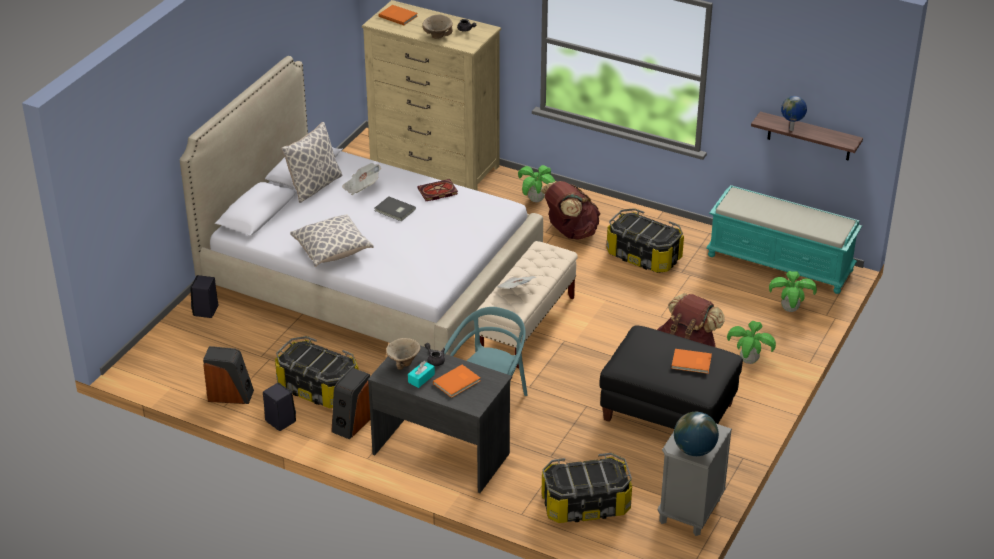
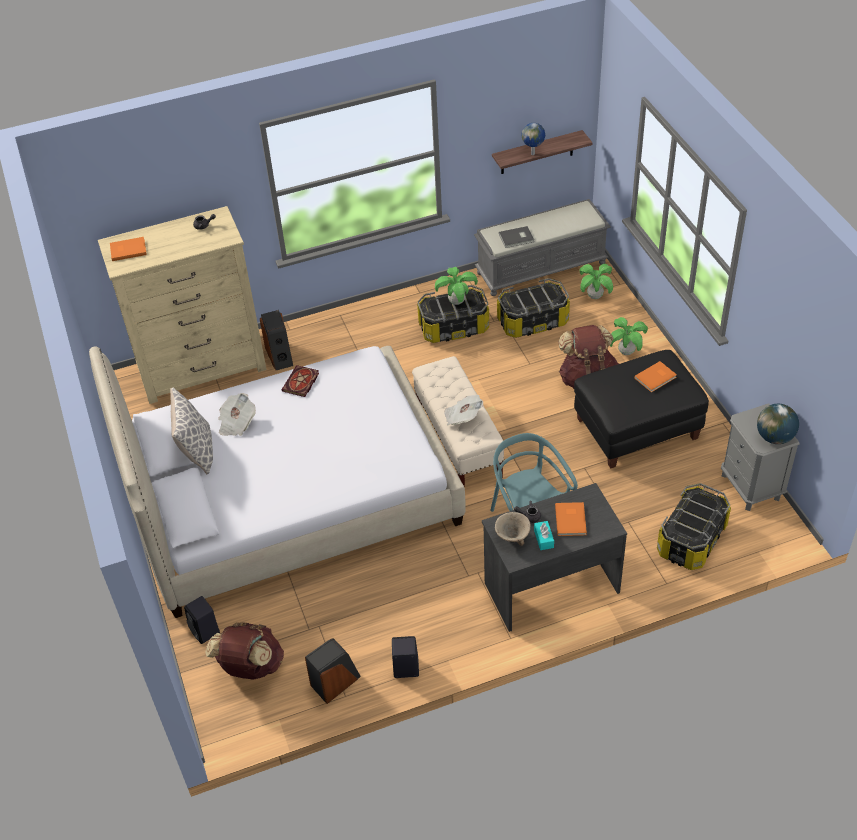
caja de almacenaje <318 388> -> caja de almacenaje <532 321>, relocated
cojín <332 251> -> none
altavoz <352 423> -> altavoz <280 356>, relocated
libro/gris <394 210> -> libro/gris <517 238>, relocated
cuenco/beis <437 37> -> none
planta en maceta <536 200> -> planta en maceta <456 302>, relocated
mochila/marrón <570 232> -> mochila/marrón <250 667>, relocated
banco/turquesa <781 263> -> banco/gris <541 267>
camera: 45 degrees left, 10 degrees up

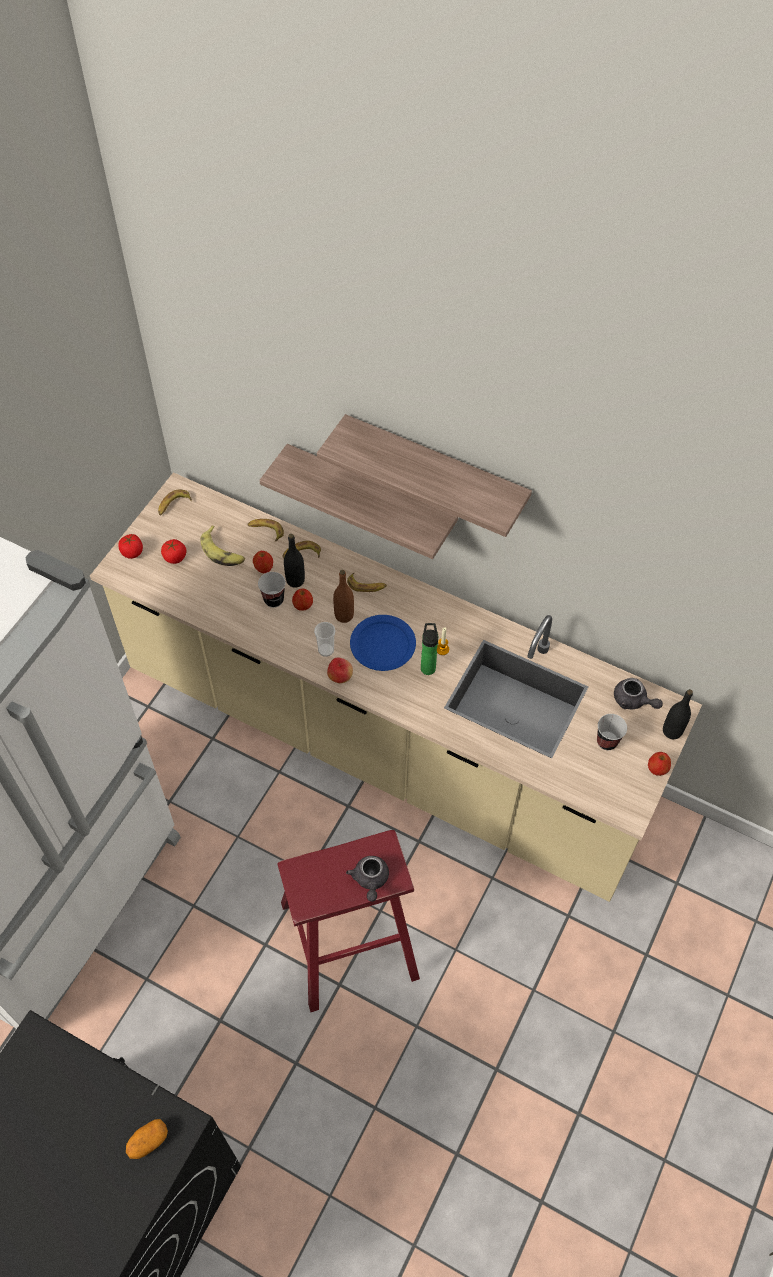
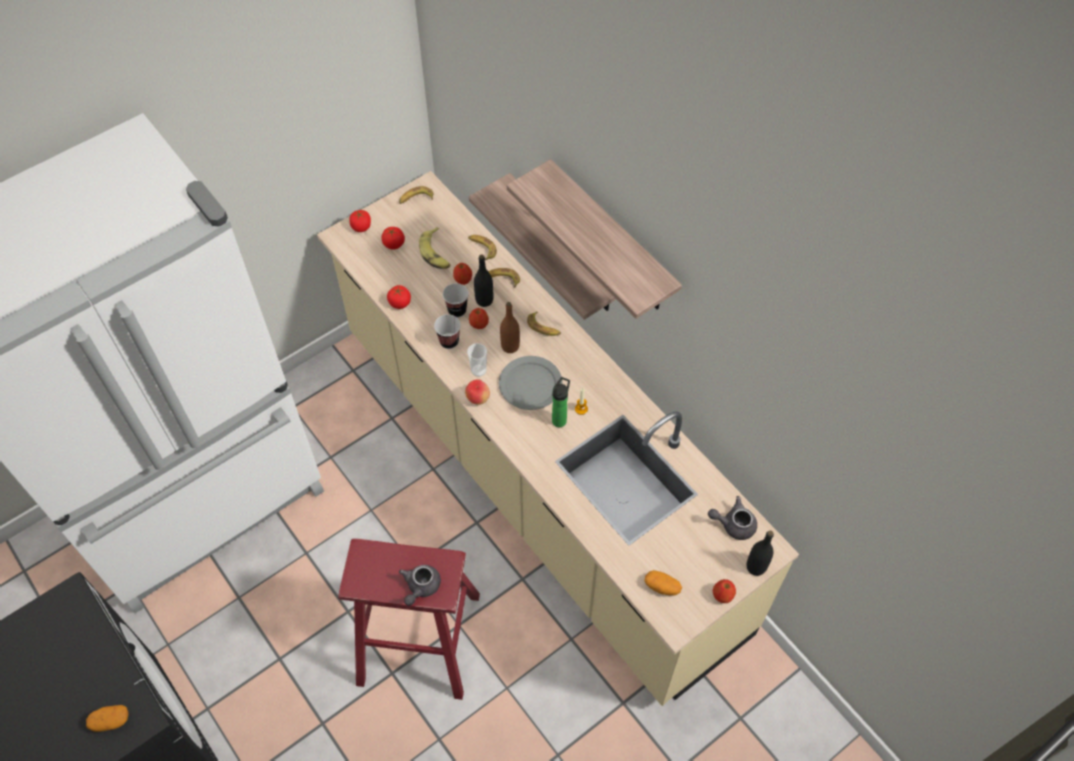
plato/azul <383 644> -> plato/gris <531 384>
taza <607 741> -> taza <449 341>, relocated
tetera/gris <633 701> -> tetera/gris <733 524>, 120 degrees clockwise
none -> tomate <400 302>
none -> patata <662 587>
camera: 25 degrees right, 0 degrees up

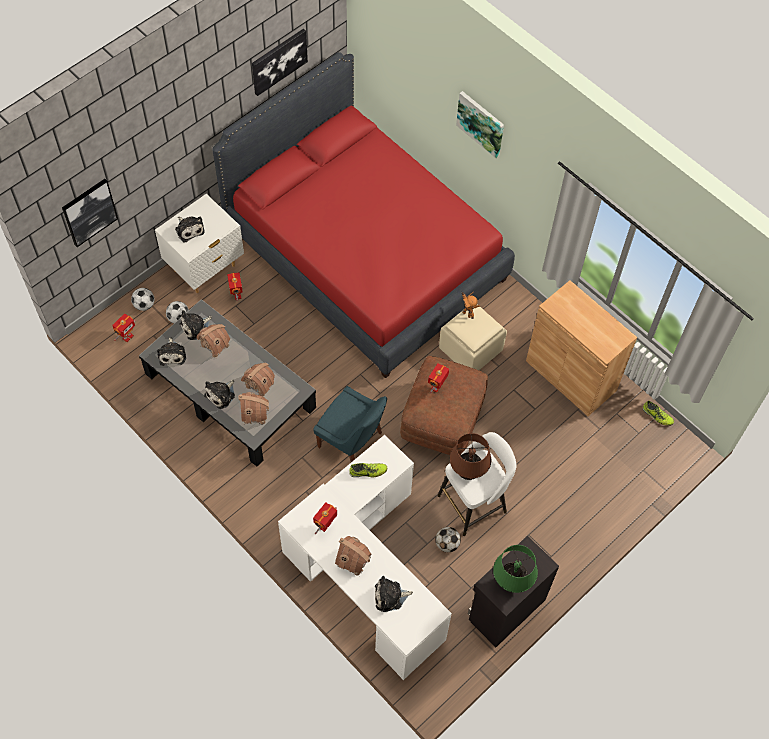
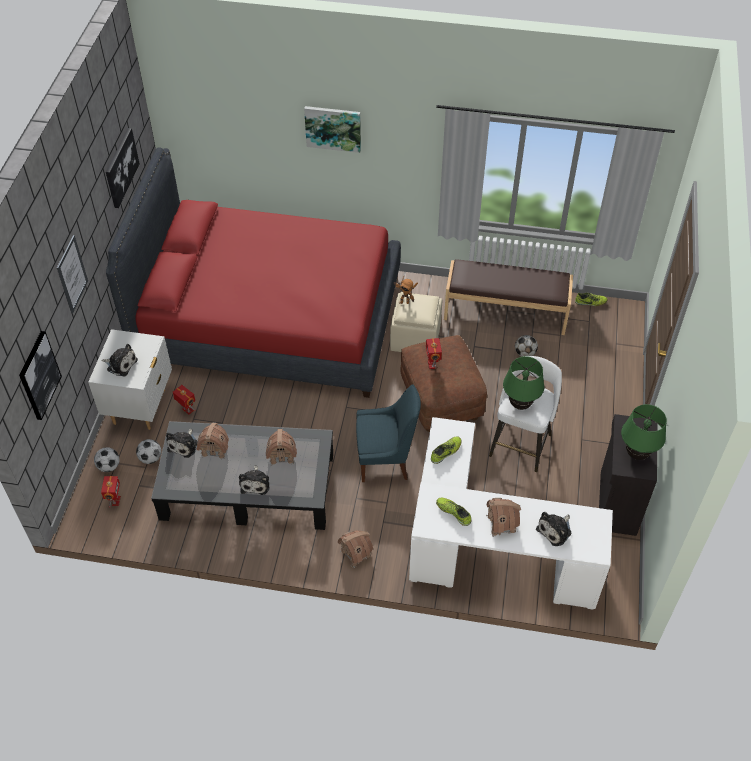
peluche <172 354> -> none
casita <255 414> -> casita <356 553>, relocated
robot de juguete <325 526> -> zapato <453 513>
balón de fútbol <447 544> -> balón de fútbol <525 353>, relocated
lámpara de mesa/marrón <467 472> -> lámpara de mesa/verde <520 405>
armario/marrón <571 375> -> banco/marrón <505 312>
none -> cuadro <72 274>
camera: 35 degrees left, 10 degrees down

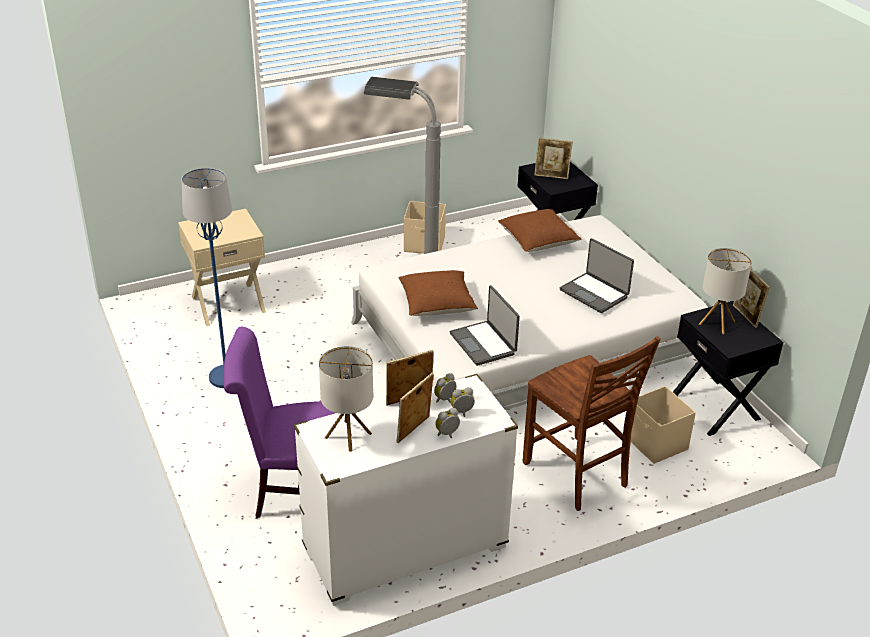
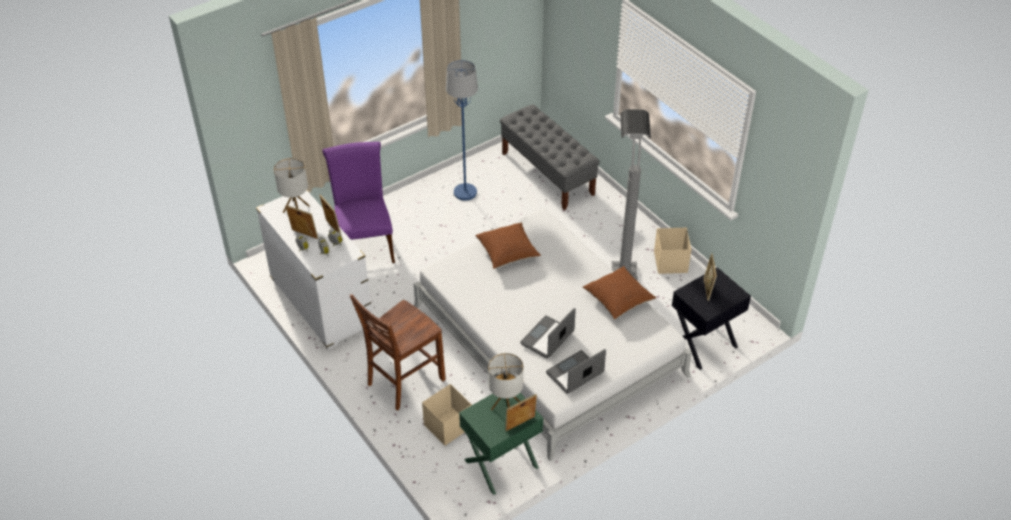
mesita de noche/beis <228 303> -> banco/gris <548 174>
portátil <484 344> -> portátil <575 374>, relocated
mesita de noche/negro <715 407> -> mesita de noche/verde <501 464>
camera: 80 degrees right, 10 degrees up

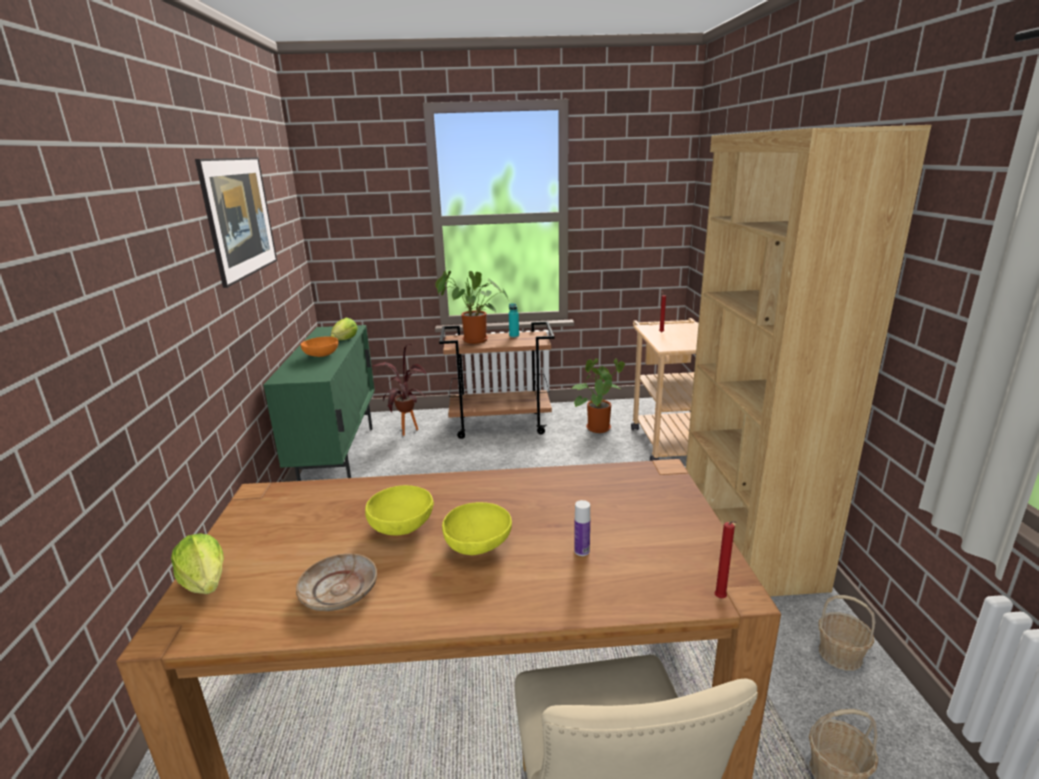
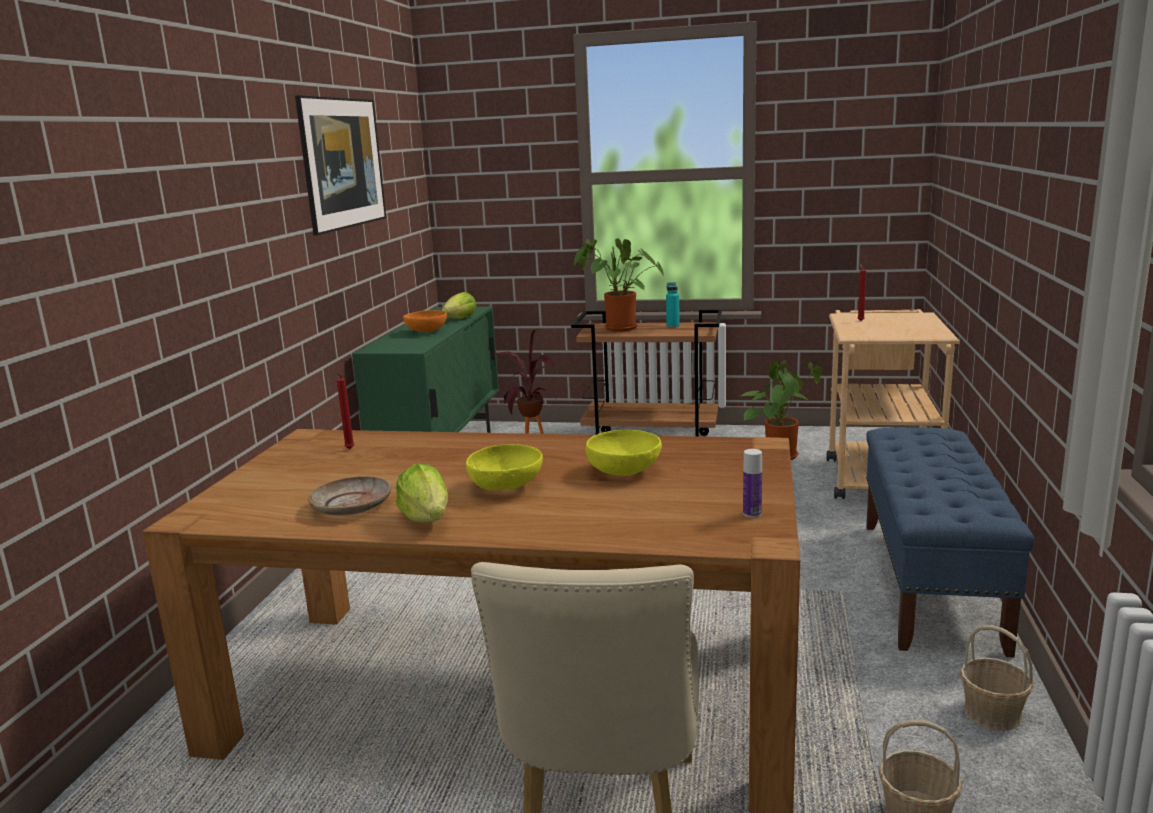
lechuga <205 583> -> lechuga <427 519>, relocated
cuenco/amarillo <402 525> -> cuenco/amarillo <625 471>, relocated
botella <582 551> -> botella <752 514>, relocated
estantería/marrón <746 535> -> banco/azul <930 583>
vela/rojo <721 599> -> vela/rojo <349 449>, relocated
camera: 15 degrees right, 5 degrees down

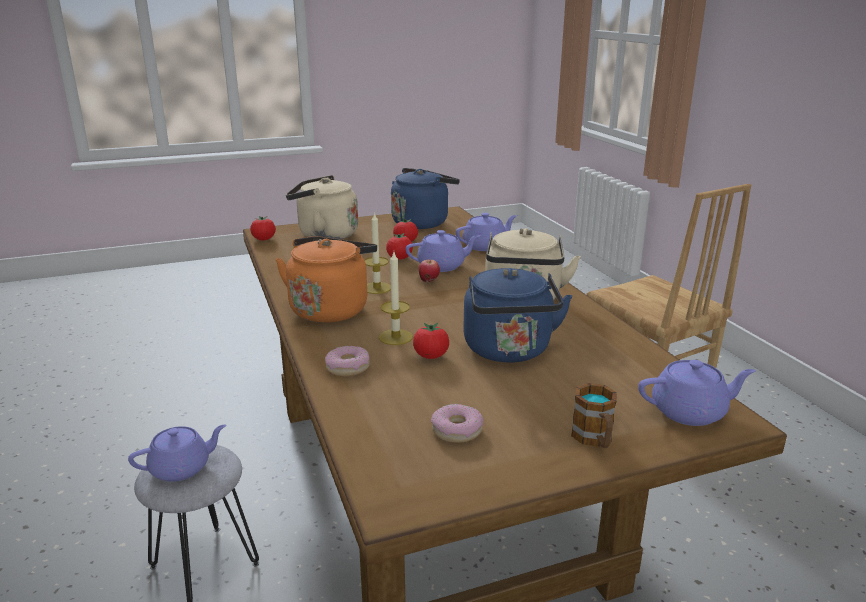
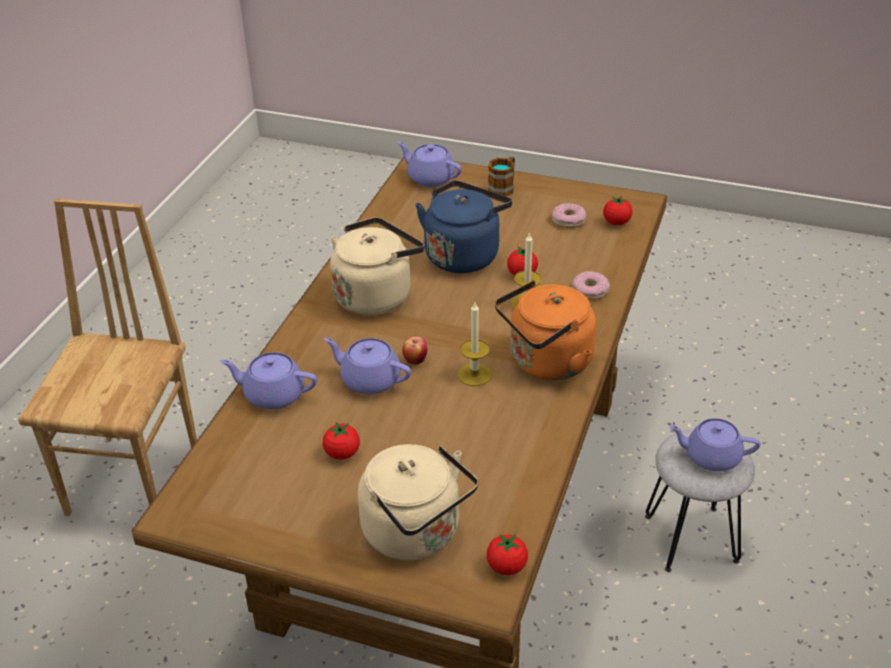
tomate <399 258> -> tomate <616 222>, relocated
hervidor/azul <422 222> -> none
camera: 140 degrees left, 15 degrees up

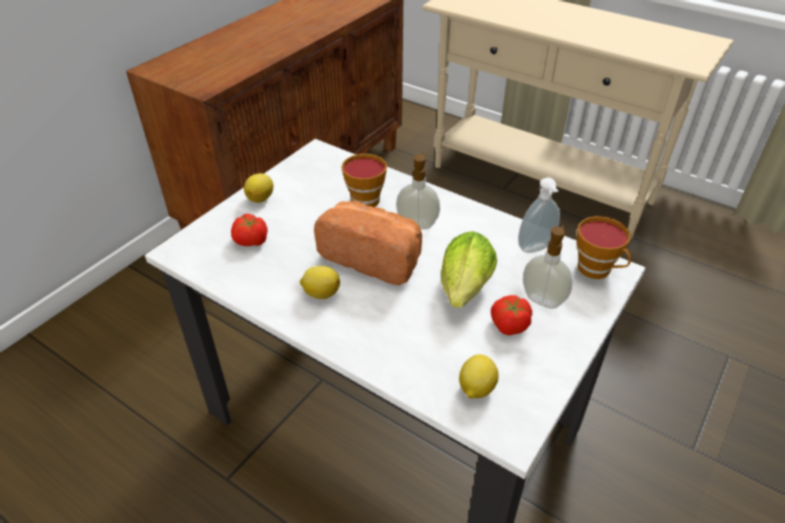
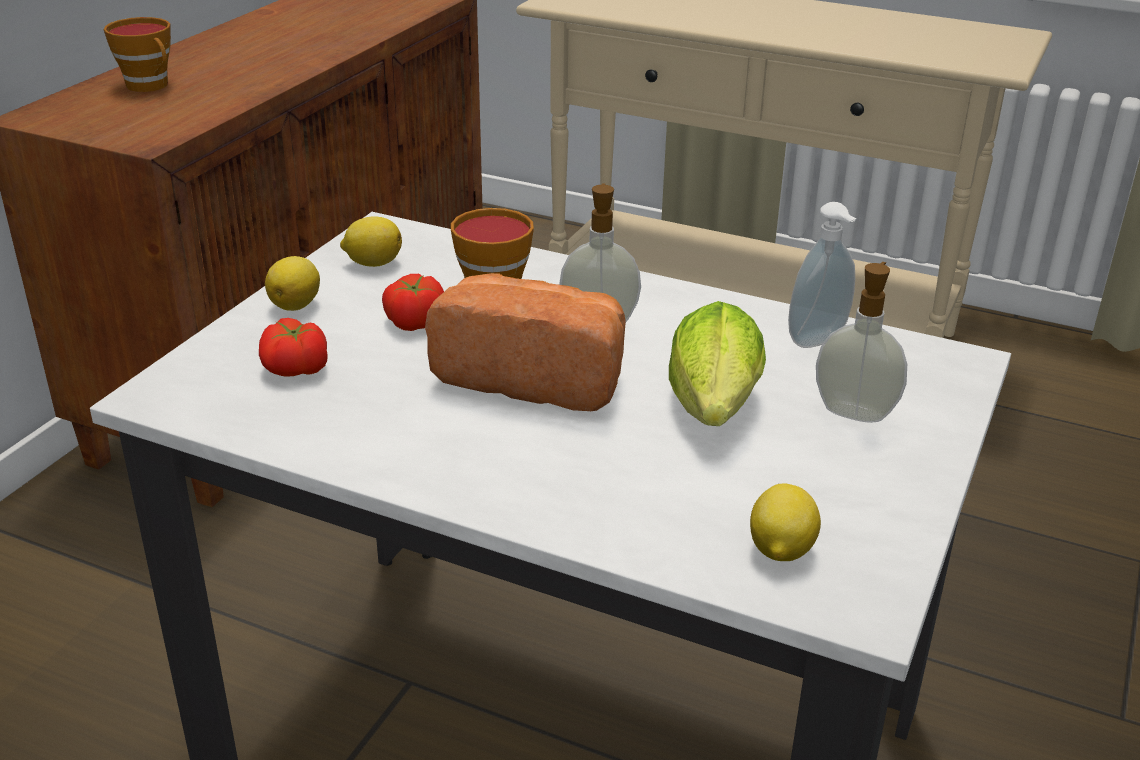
limón <320 293> -> limón <372 263>, relocated
tomate <509 324> -> tomate <414 322>, relocated
taza <597 270> -> taza <151 86>, relocated
camera: 10 degrees left, 10 degrees down

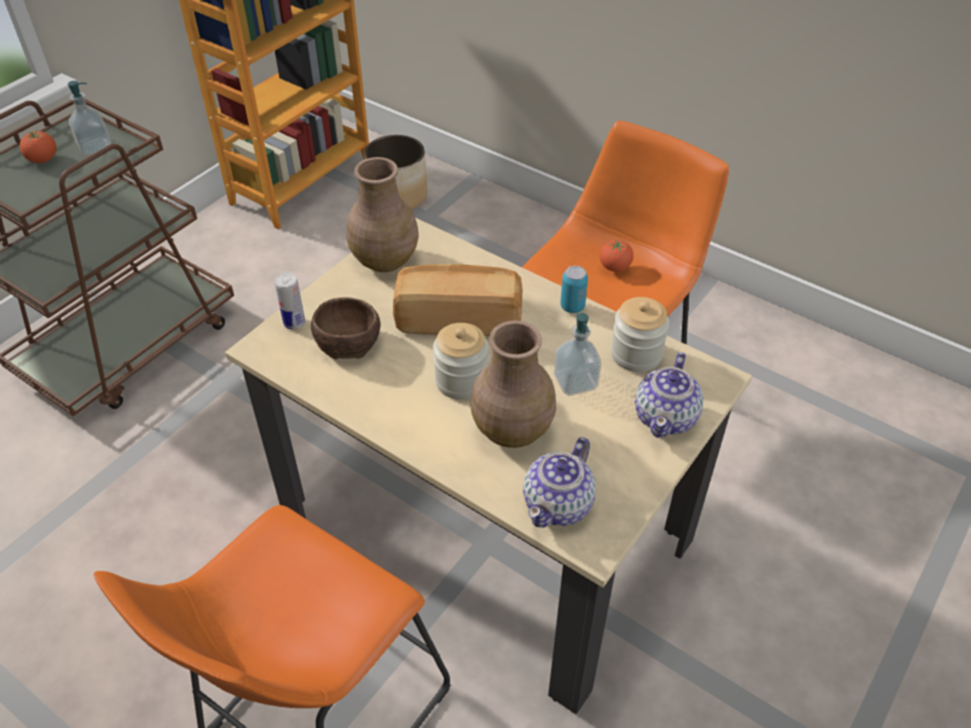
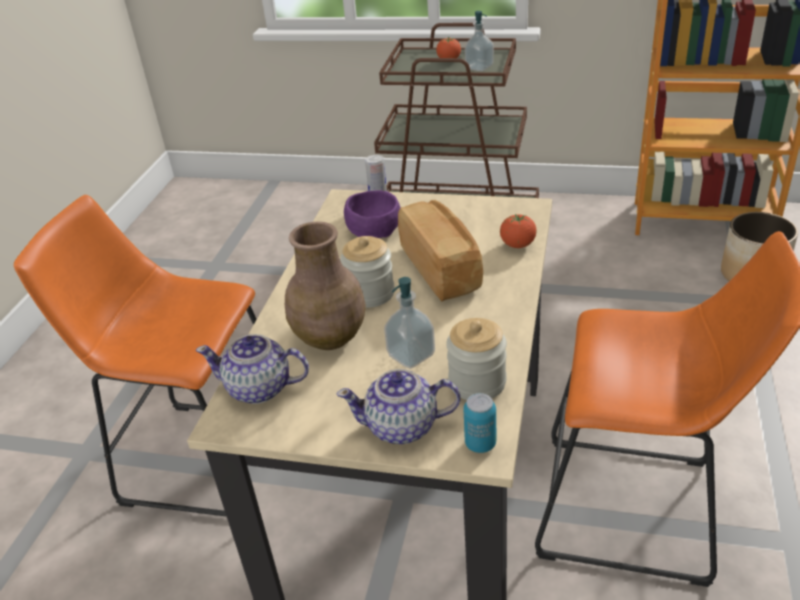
cuenco/marrón <347 342> -> cuenco/morado <375 229>
florero/marrón <386 260> -> none
lata <572 307> -> lata <480 444>, relocated
tomate <614 267> -> tomate <517 245>, relocated
camera: 70 degrees right, 10 degrees down

